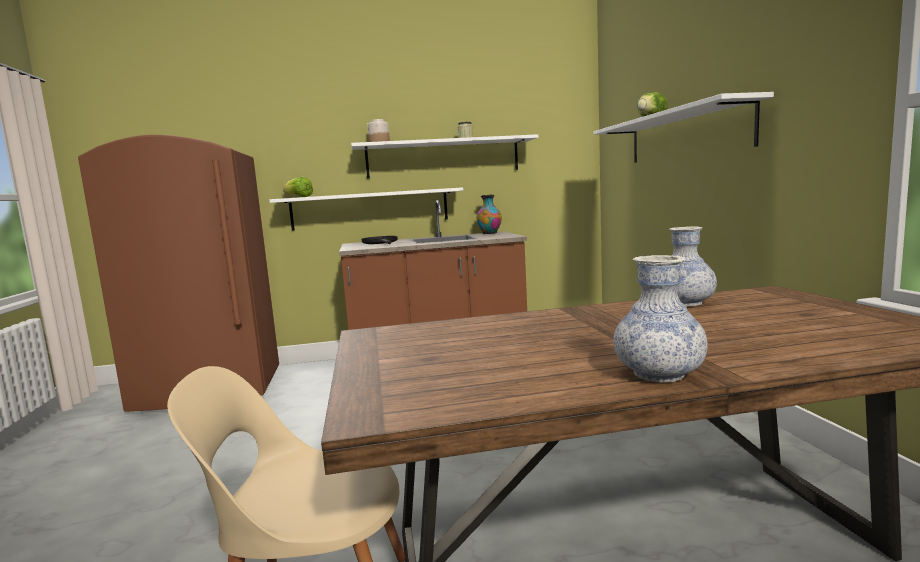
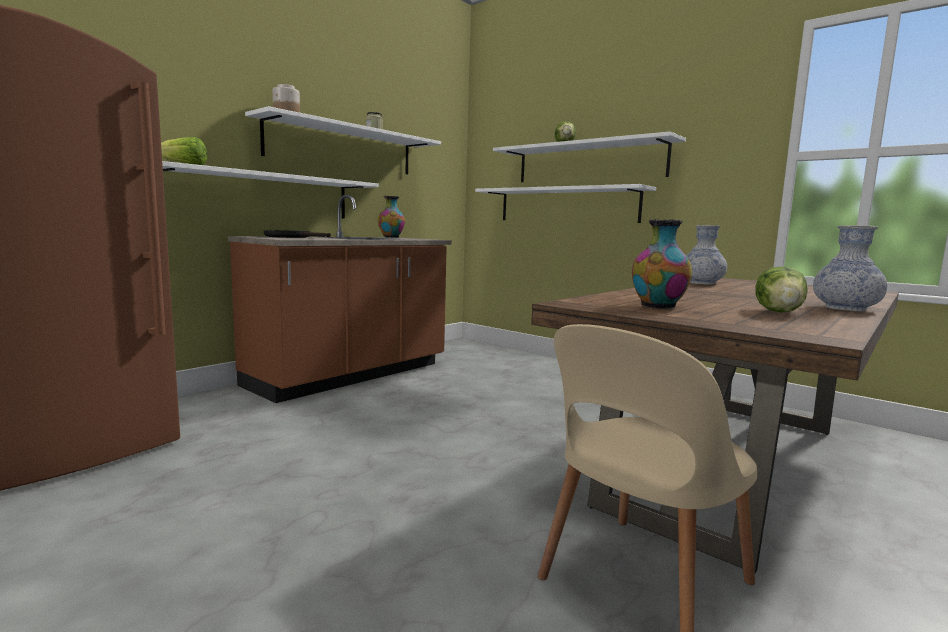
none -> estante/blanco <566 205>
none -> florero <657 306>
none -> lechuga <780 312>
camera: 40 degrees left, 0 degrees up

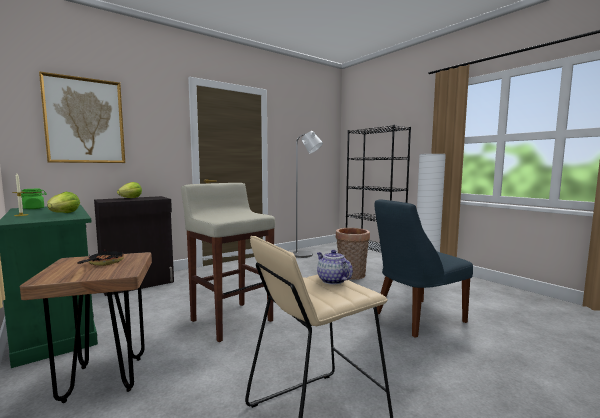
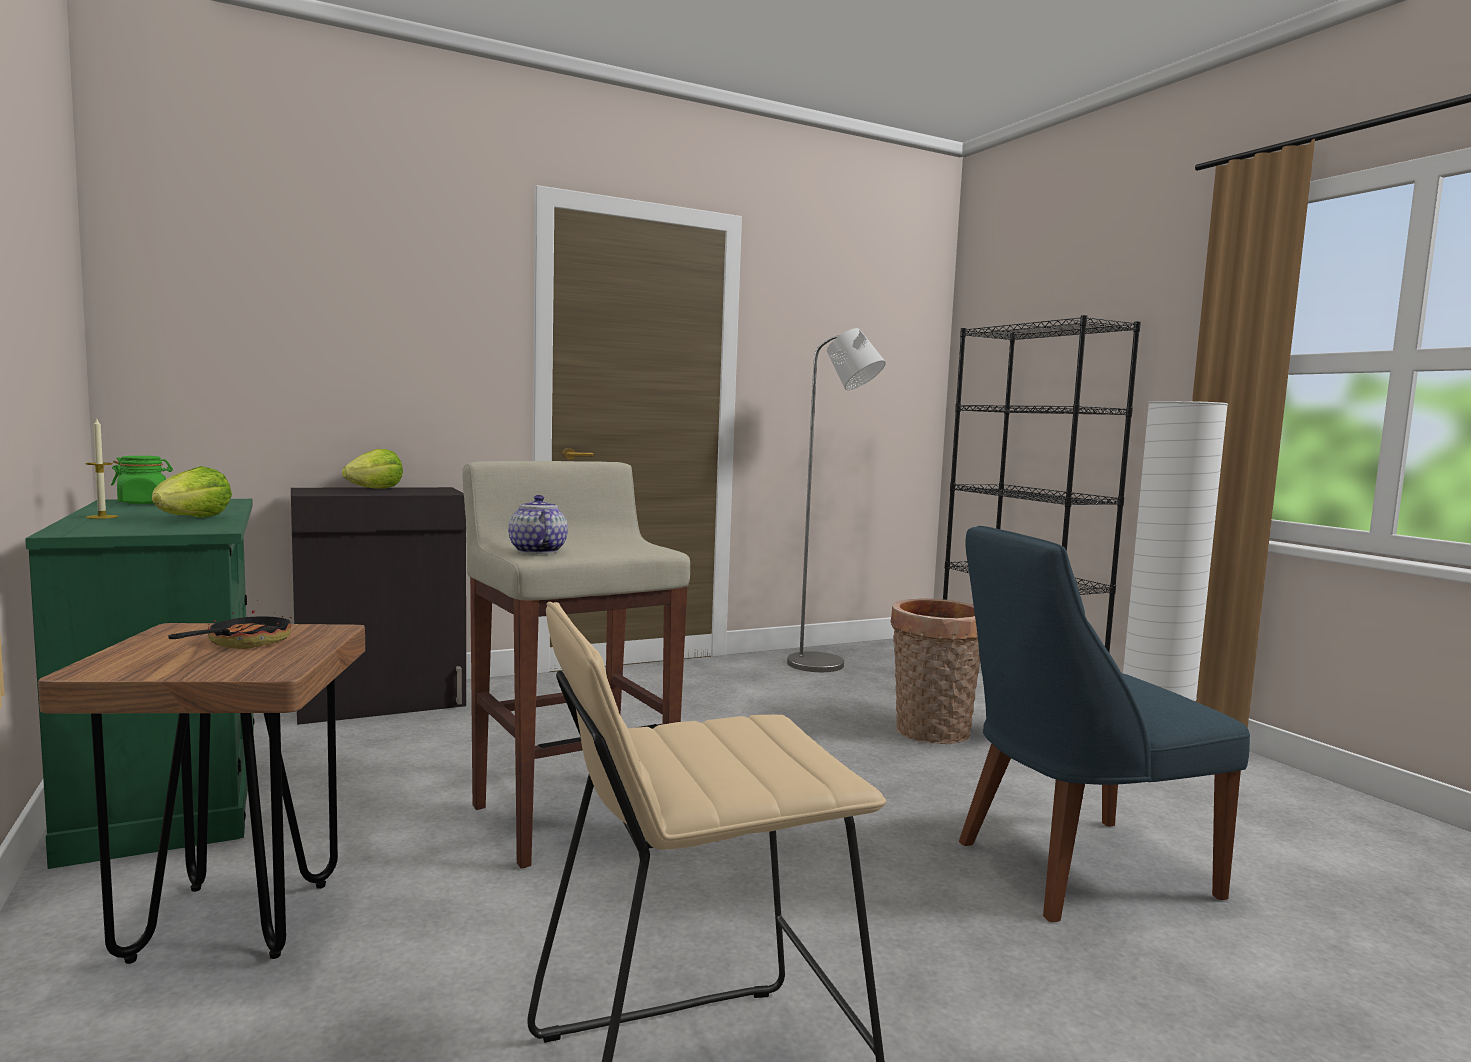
cuadro <85 121> -> none
tetera <332 280> -> tetera <536 551>, relocated
camera: 10 degrees right, 0 degrees up

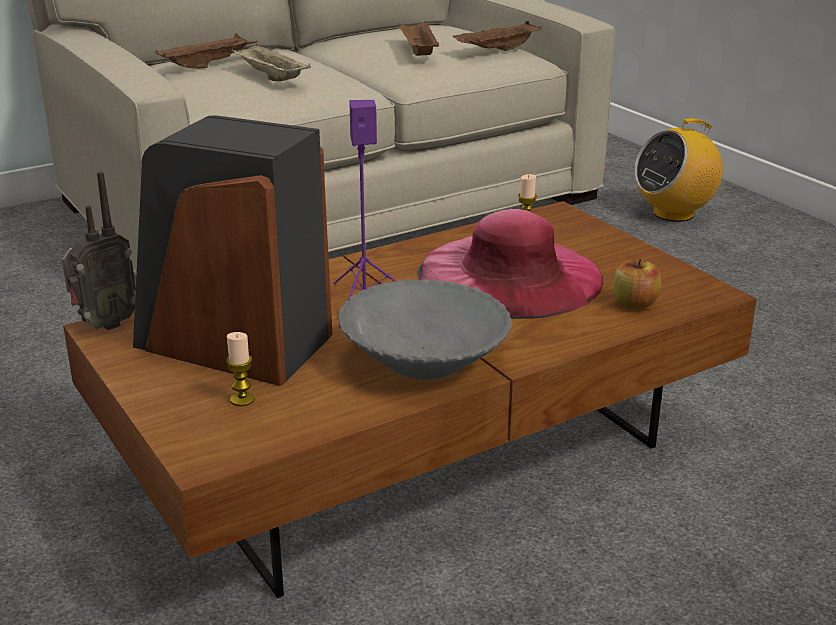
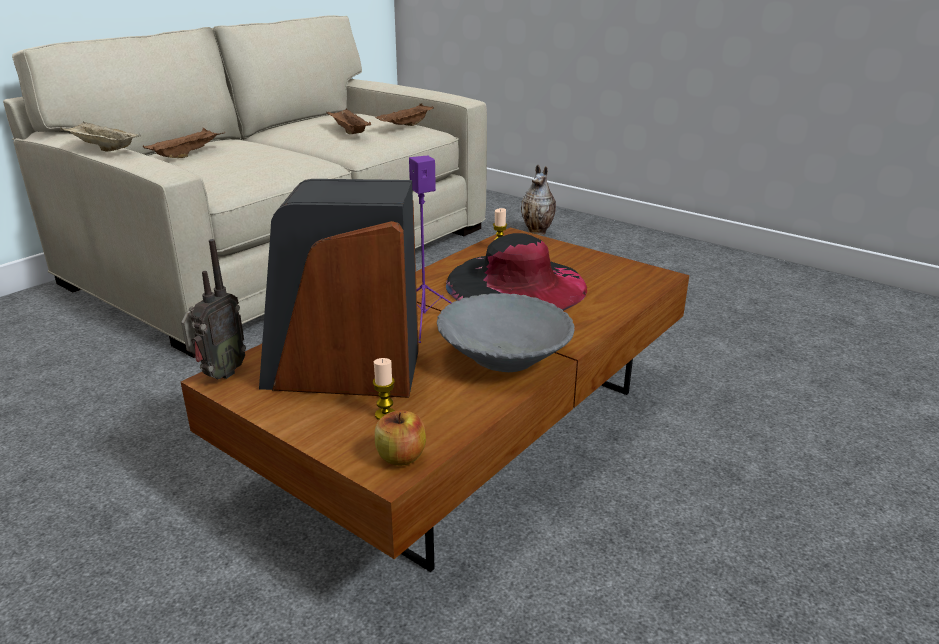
bandeja/beis <270 77> -> bandeja/beis <102 149>, relocated
sombrero/rosa <510 275> -> sombrero/negro <516 284>
manzana <635 304> -> manzana <401 457>, relocated
radio <674 213> -> florero <538 232>
camera: 20 degrees left, 0 degrees up

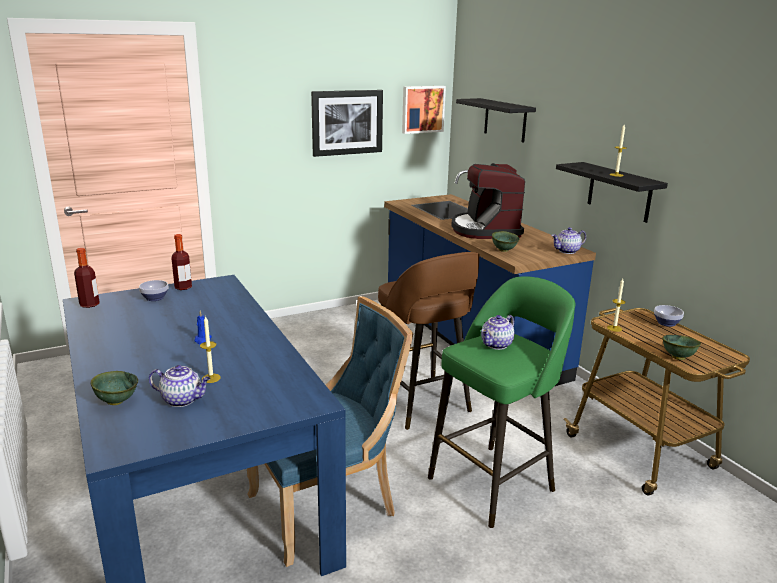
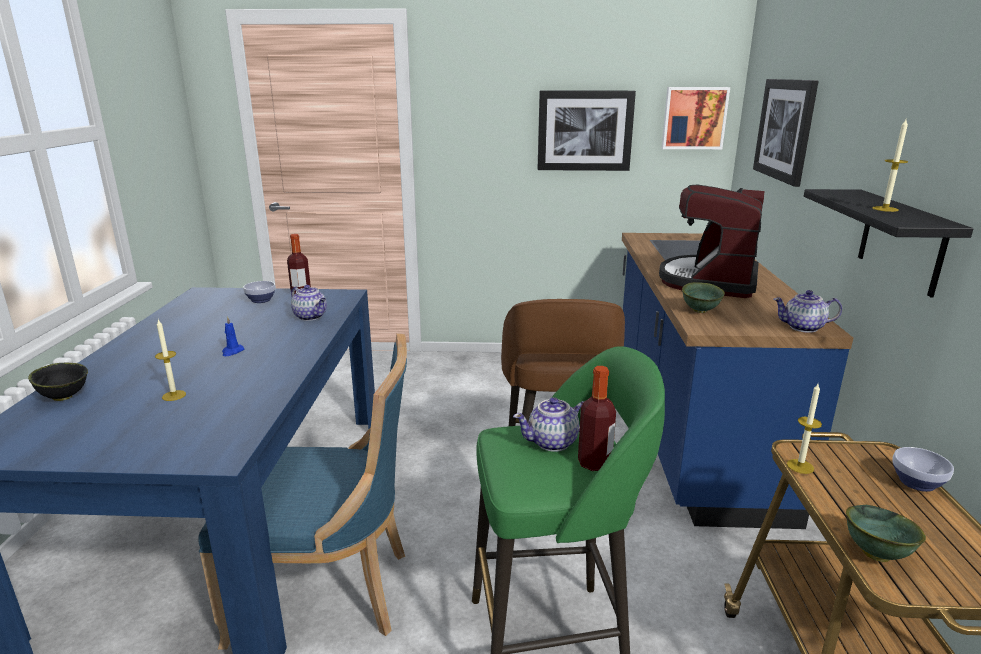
botella <89 304> -> botella <594 463>, relocated
cuenco/verde <116 401> -> cuenco/negro <65 397>
tetera <183 400> -> tetera <311 316>, relocated
estante/negro <505 120> -> cuadro <785 129>
camera: 30 degrees right, 0 degrees up

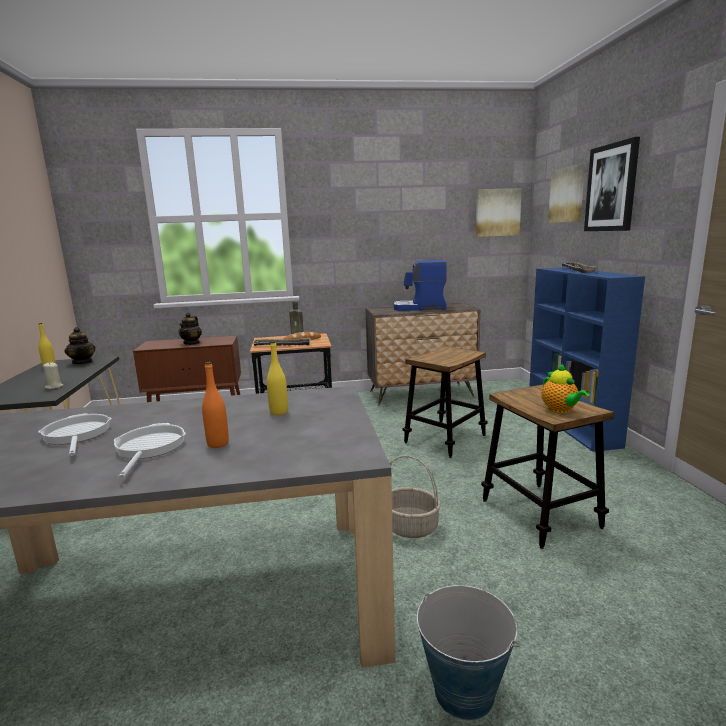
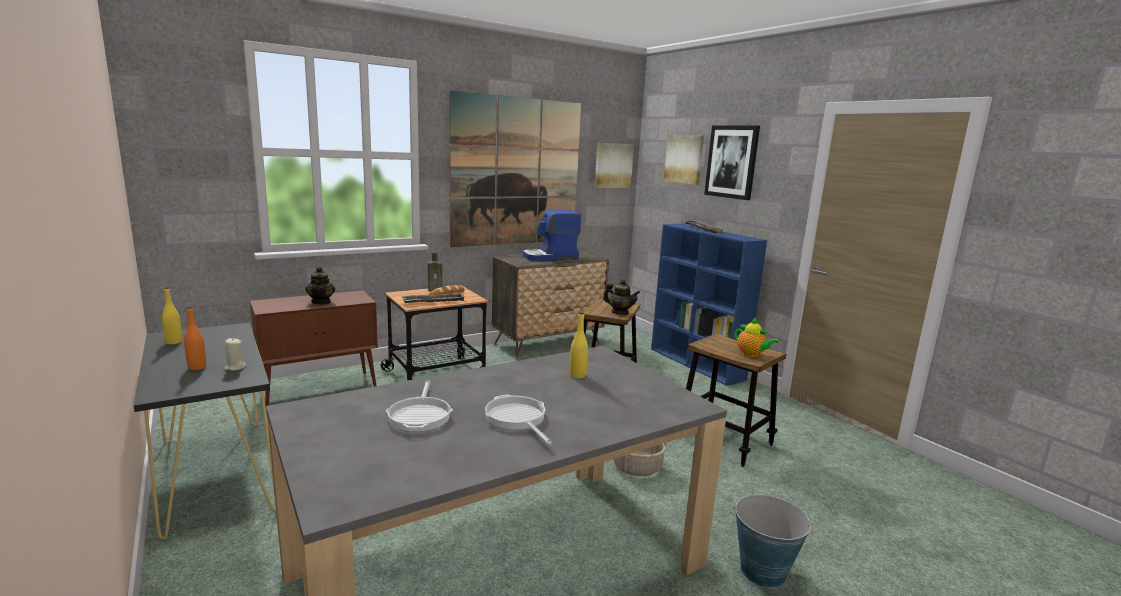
sartén <77 435> -> sartén <420 415>, 135 degrees counterclockwise
tetera <83 362> -> tetera <620 313>, relocated
botella/naranja <218 444> -> botella/naranja <197 367>, relocated
none -> cuadro <517 172>
camera: 25 degrees left, 0 degrees up

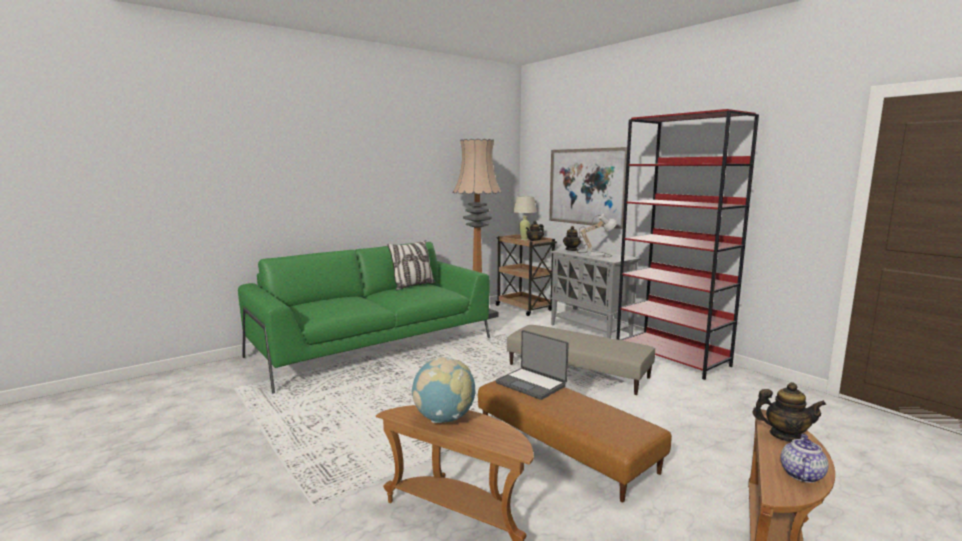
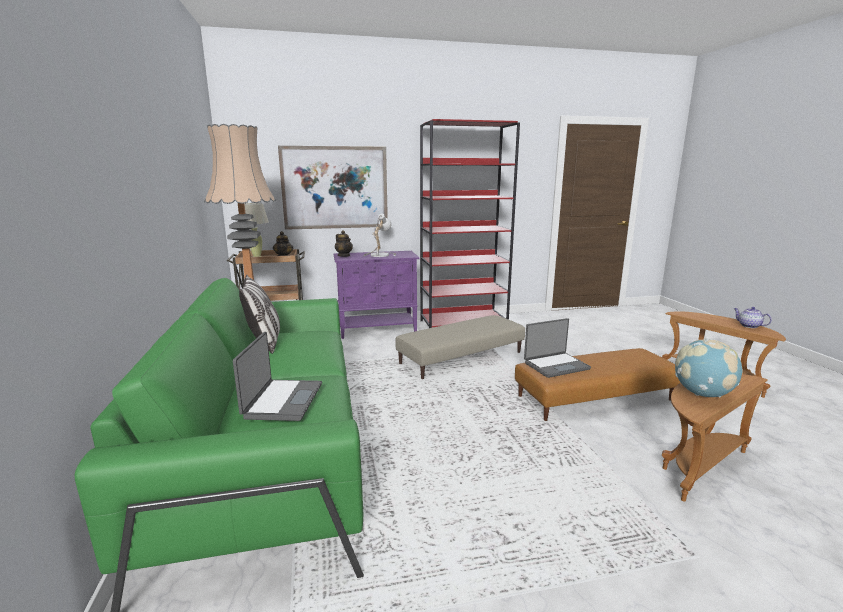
armario/gris <591 330> -> armario/morado <378 330>
tetera <785 435> -> none
none -> portátil <282 401>
camera: 65 degrees left, 5 degrees up

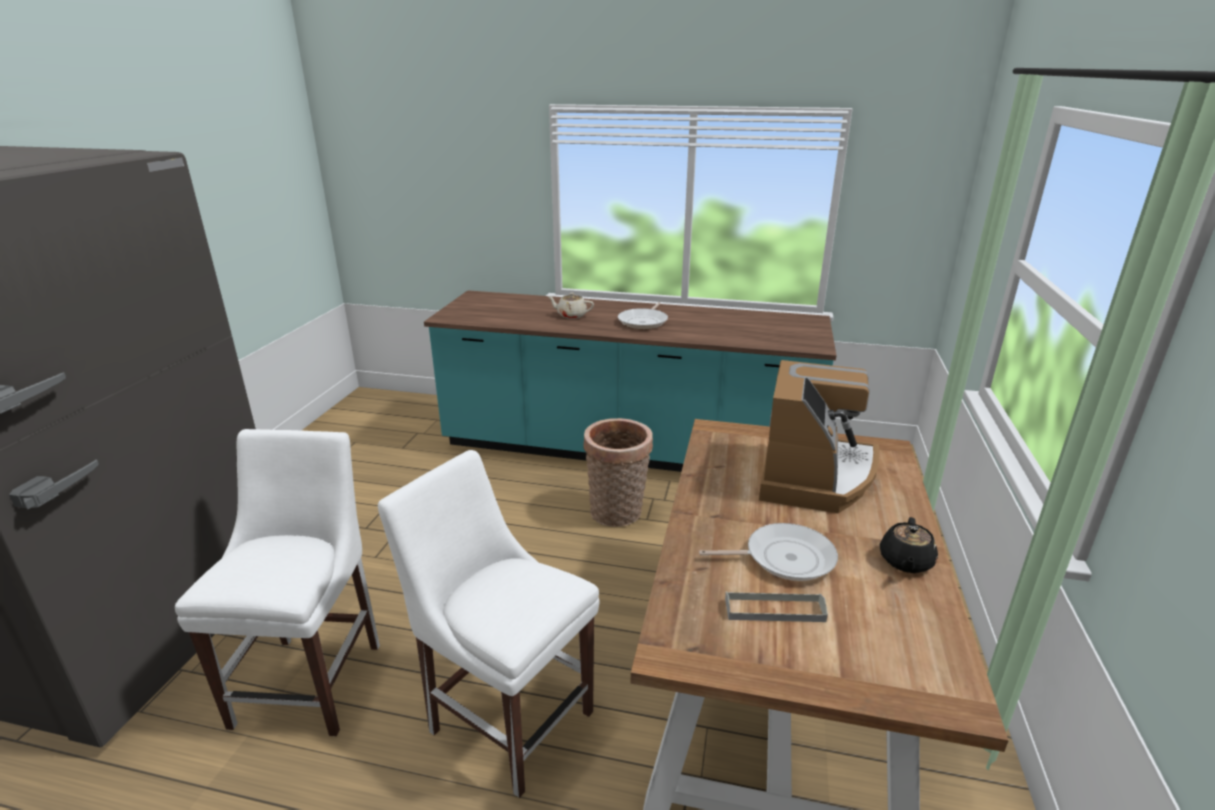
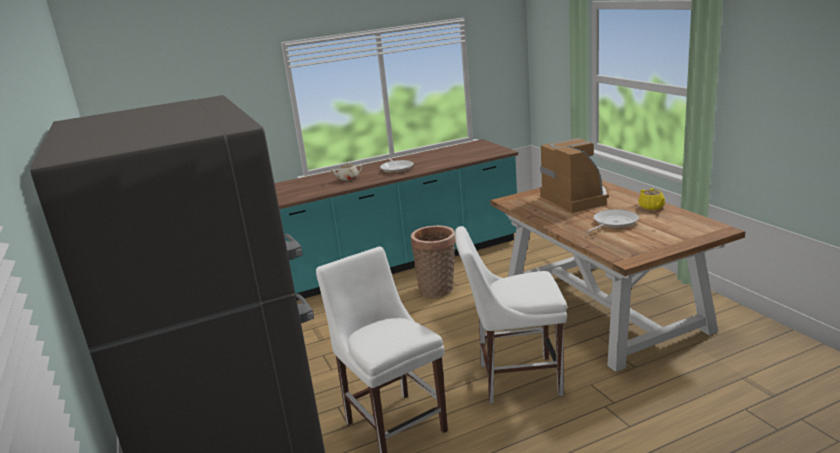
bandeja/gris <774 610> -> none
tetera/negro <905 562> -> tetera/amarillo <651 207>
camera: 35 degrees left, 5 degrees down

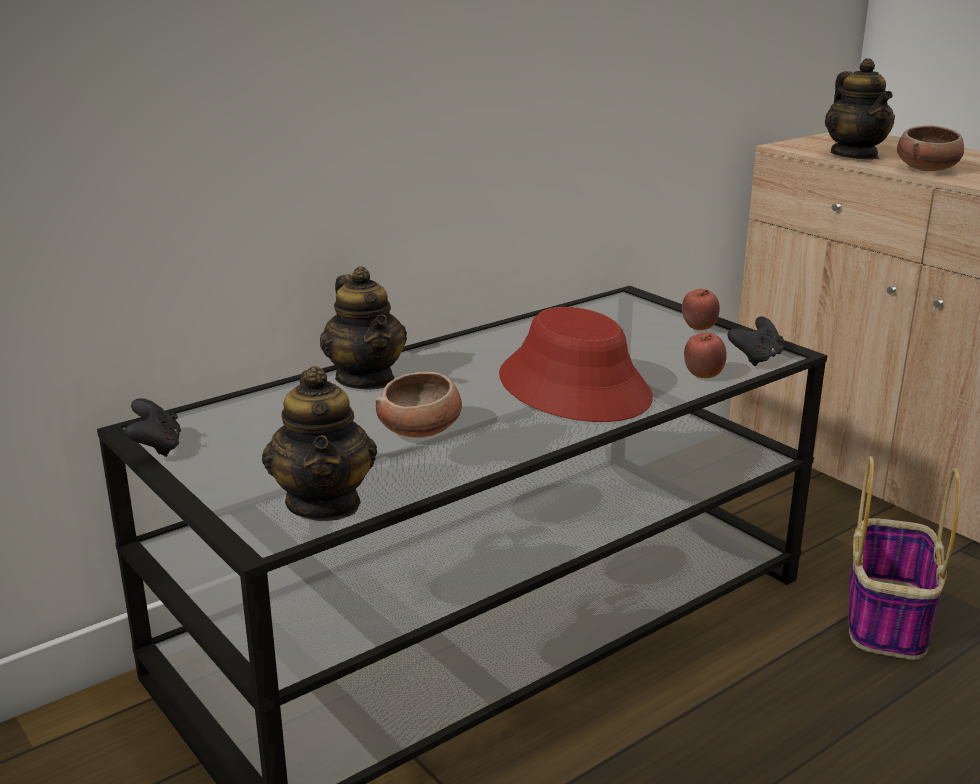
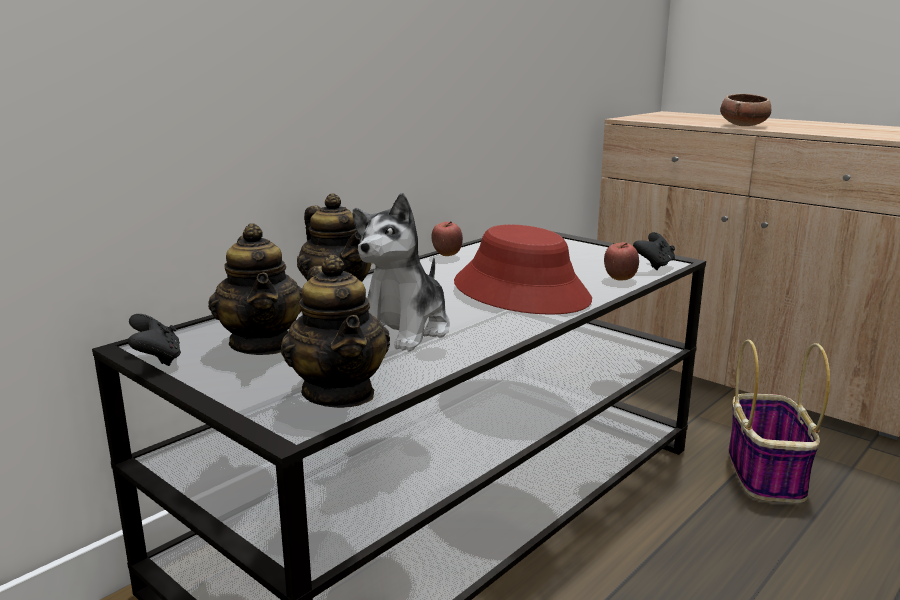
cuenco <422 430> -> peluche <405 330>
manzana <699 328> -> manzana <447 255>, relocated
tetera <855 155> -> tetera <262 344>, relocated
camera: 10 degrees left, 5 degrees down

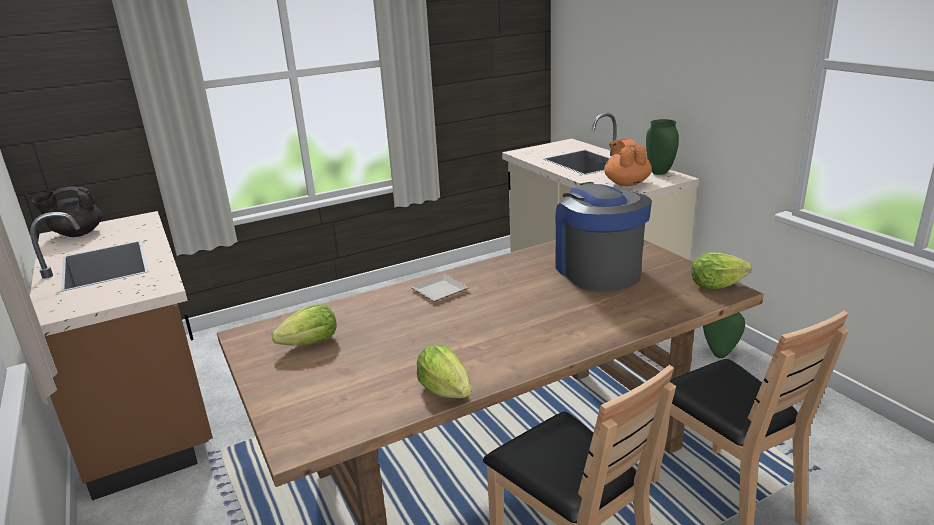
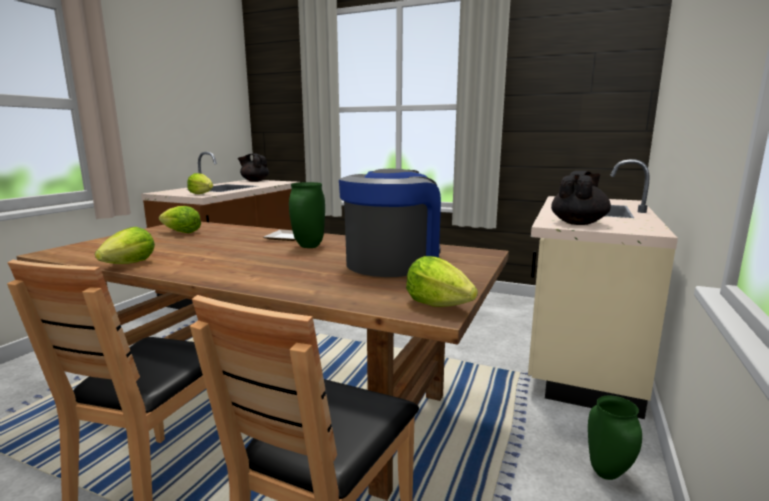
tetera/naranja <626 183> -> tetera/negro <578 223>
florero/verde <660 173> -> florero/verde <309 246>, relocated
none -> lechuga <201 194>
camera: 50 degrees right, 10 degrees down

